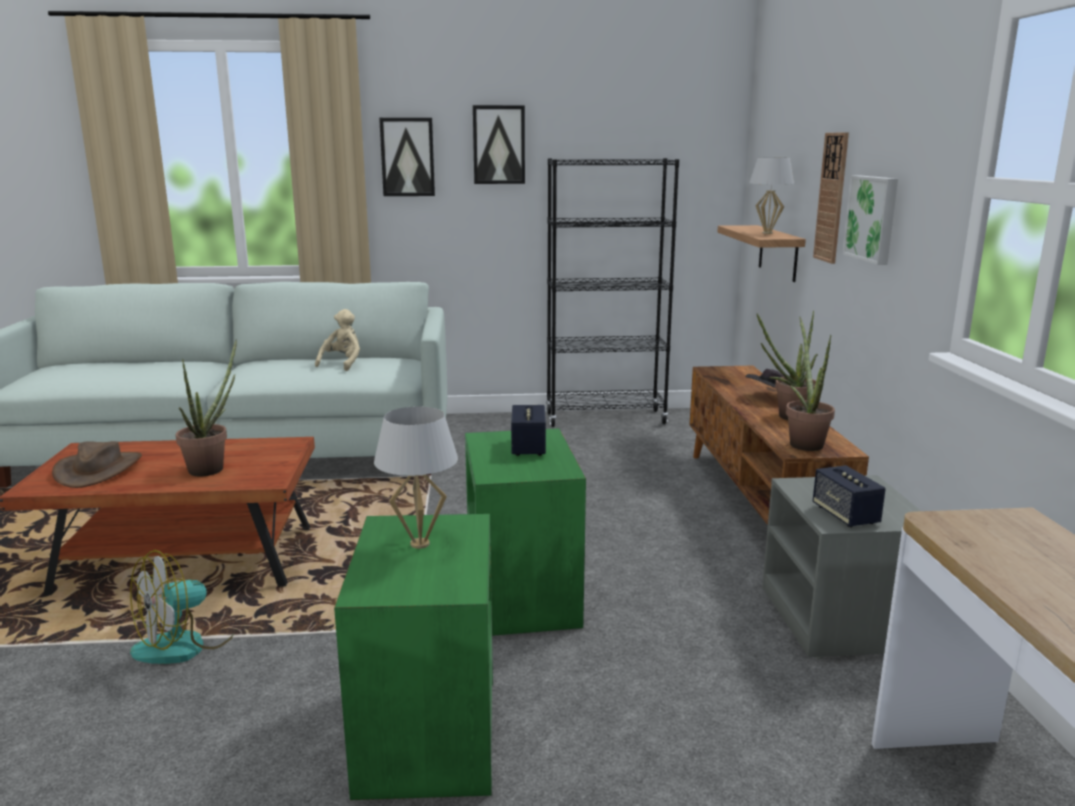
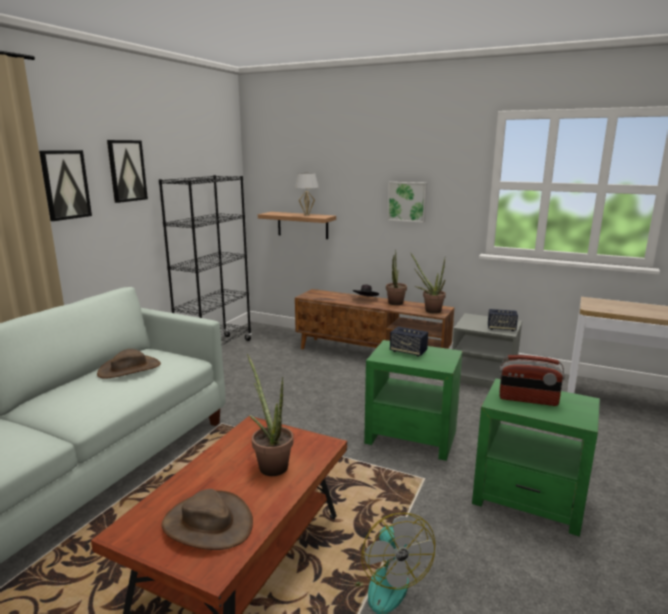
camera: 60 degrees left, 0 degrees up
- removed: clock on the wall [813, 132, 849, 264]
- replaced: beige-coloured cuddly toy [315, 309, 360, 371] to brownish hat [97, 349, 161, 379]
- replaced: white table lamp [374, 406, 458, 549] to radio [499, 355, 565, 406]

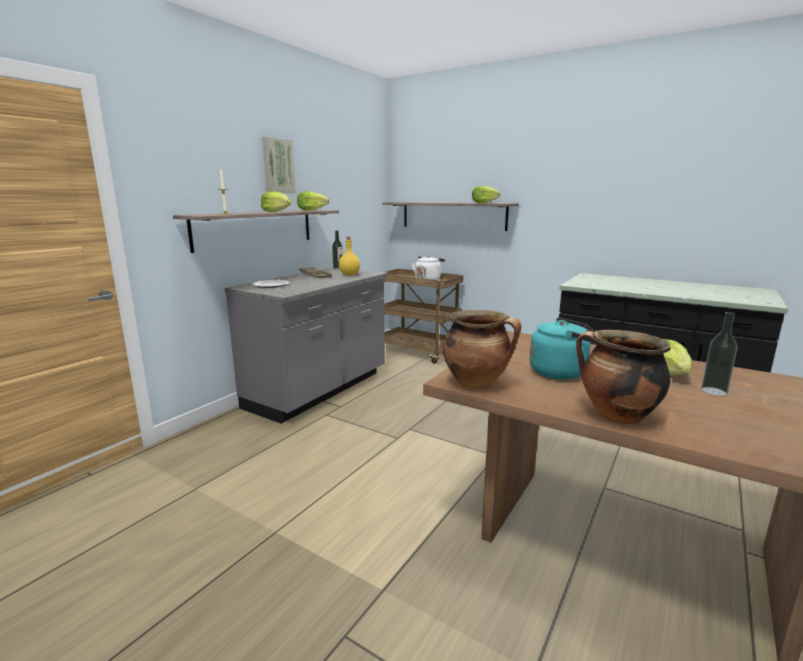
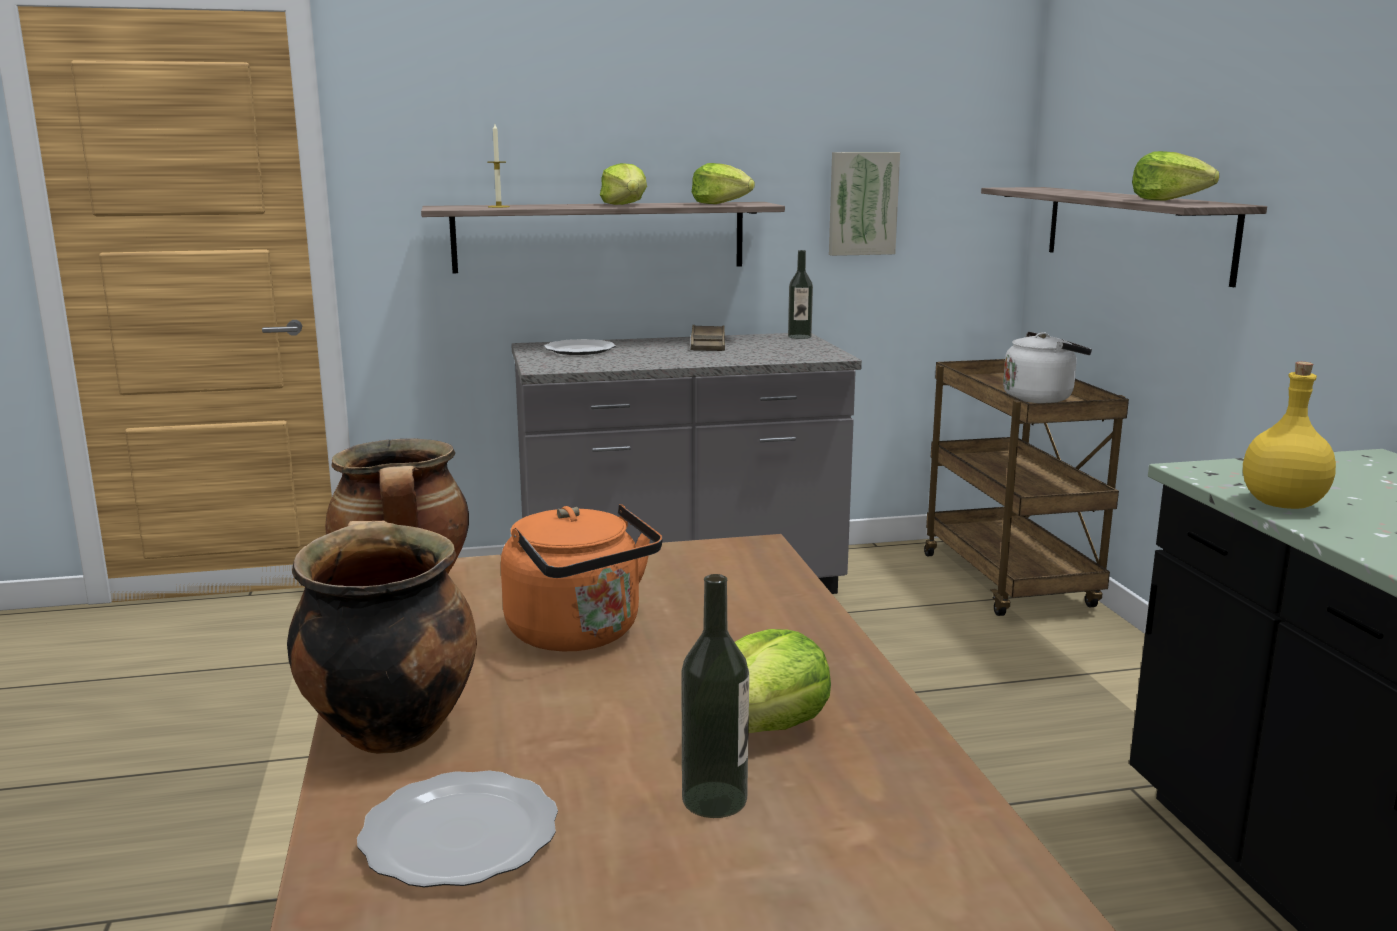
camera: 45 degrees right, 0 degrees up
- moved: picture [262, 137, 296, 193] to [829, 152, 900, 256]
- moved: yellow beverage bottle [339, 237, 360, 275] to [1243, 362, 1336, 509]
- recoloured: turquoise-coloured kettle [529, 317, 596, 380] to orangey kettle [501, 504, 663, 651]
- added: dinner plate [357, 771, 558, 887]

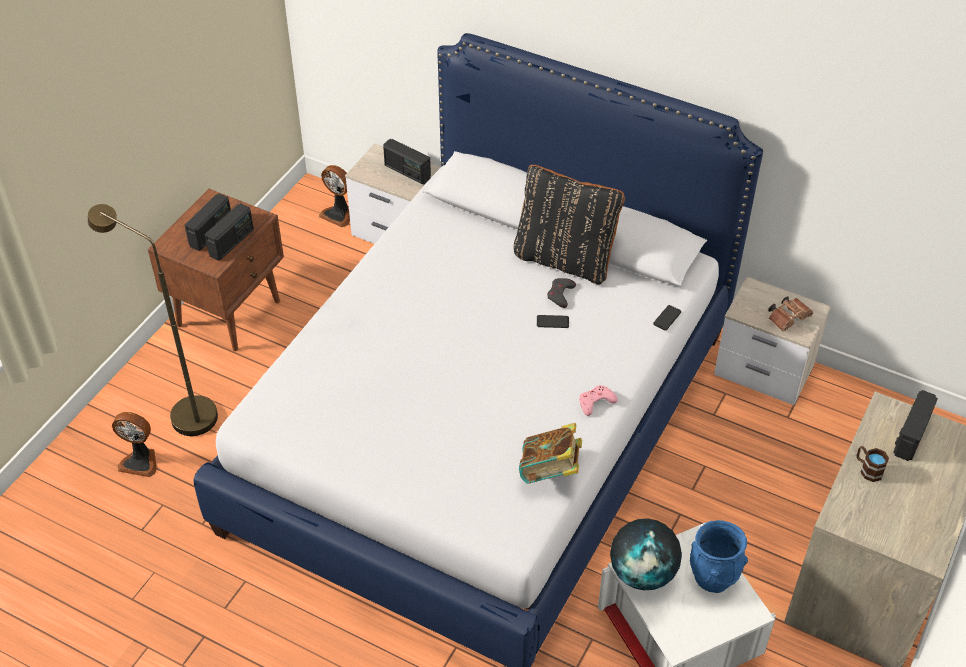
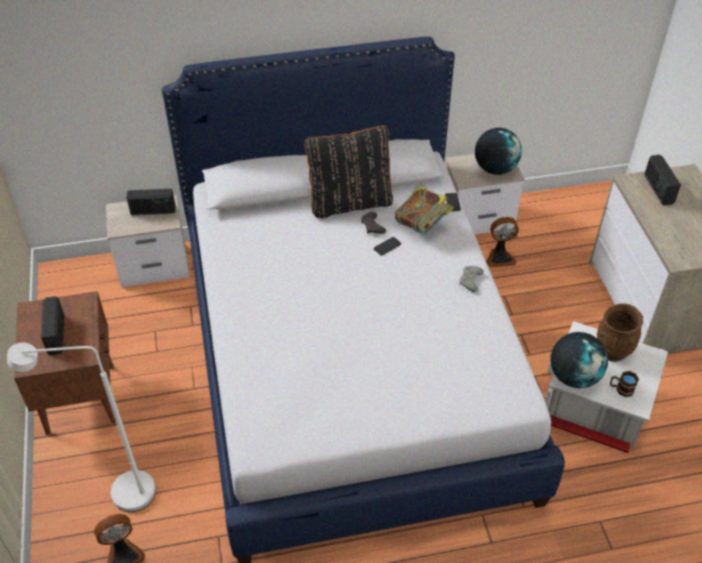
camera: 40 degrees left, 0 degrees up
- moved: electric fan [319, 165, 350, 227] to [487, 217, 519, 267]
- removed: radio [205, 203, 254, 261]
- recoloured: brownish standing lamp [88, 204, 218, 436] to white standing lamp [7, 343, 156, 512]
- replaced: brownish binoculars [768, 296, 813, 331] to desk globe [475, 128, 522, 175]
- recoloured: pink joypad [579, 385, 618, 416] to greyish joypad [460, 266, 484, 292]
- moved: book [519, 423, 582, 484] to [394, 185, 454, 234]
- moved: brownish tea mug [857, 446, 889, 482] to [610, 371, 639, 397]
- recoloured: bluish vase [690, 520, 748, 593] to brownish vase [597, 303, 643, 362]

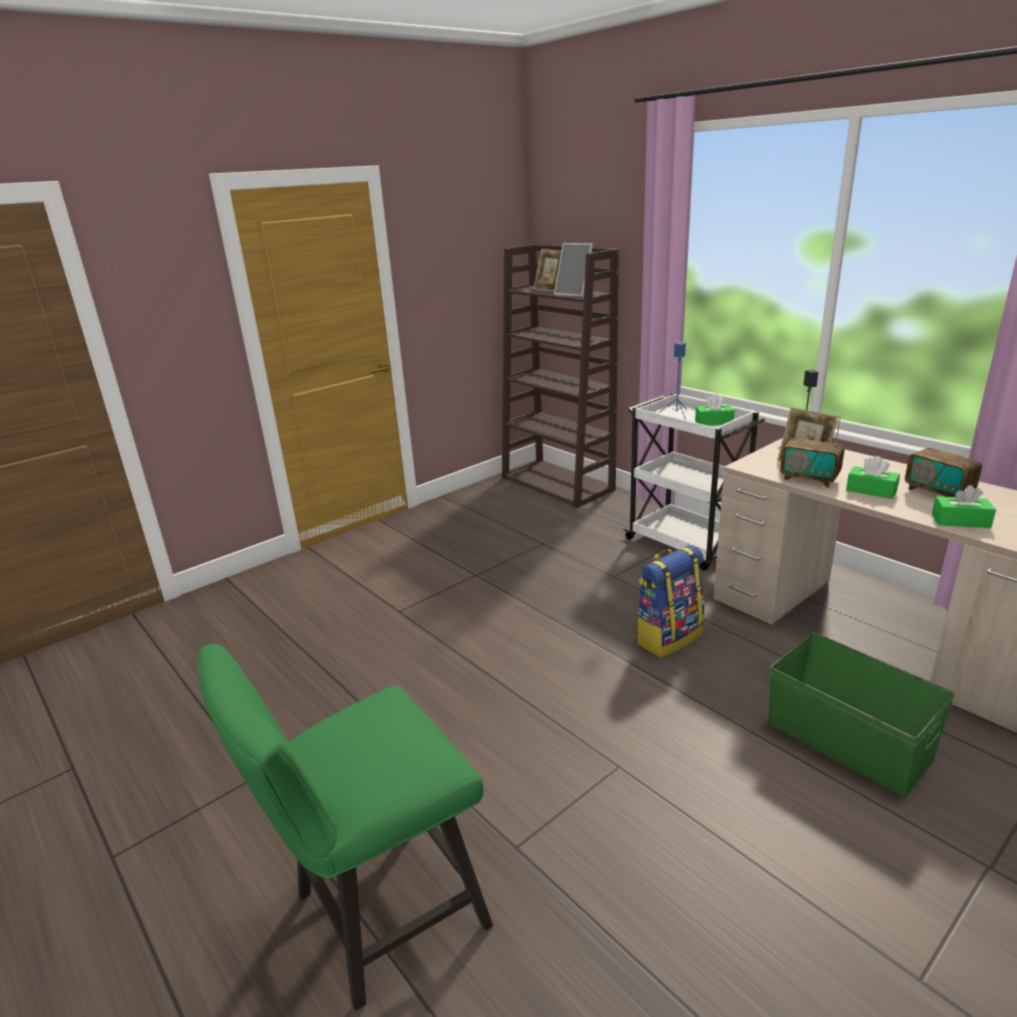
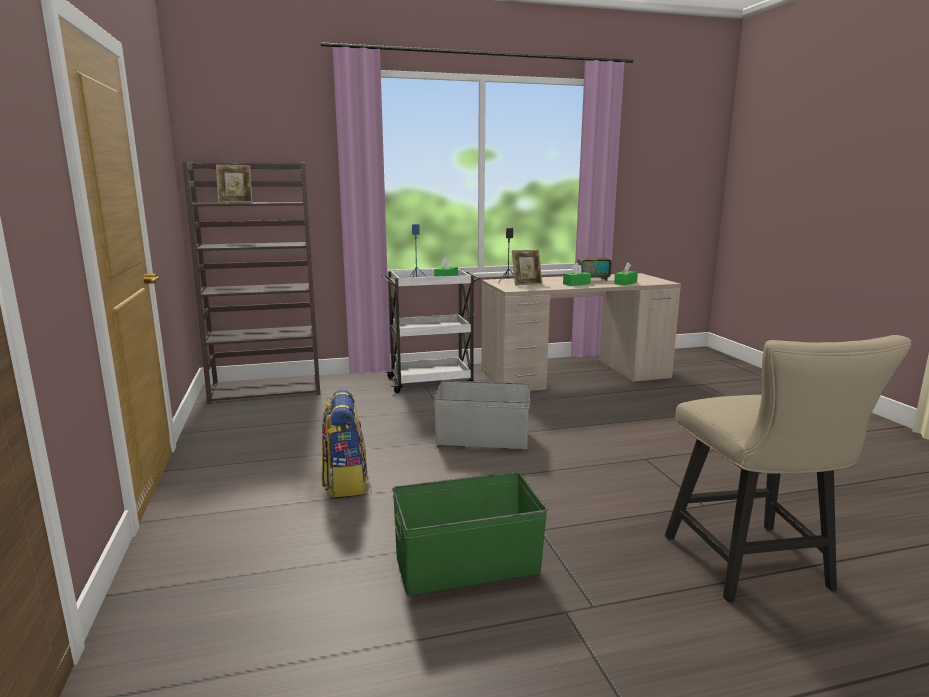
camera: 65 degrees left, 10 degrees down
- removed: picture frame [554, 243, 593, 297]
- removed: radio [780, 416, 844, 488]
- moved: knapsack [635, 545, 704, 658] to [322, 390, 367, 497]
- moved: green storage bin [769, 632, 955, 797] to [392, 471, 548, 596]
- recoloured: green plain chair [198, 644, 493, 1011] to beige-coloured plain chair [665, 335, 911, 603]
- added: greyish storage bin [433, 380, 530, 449]

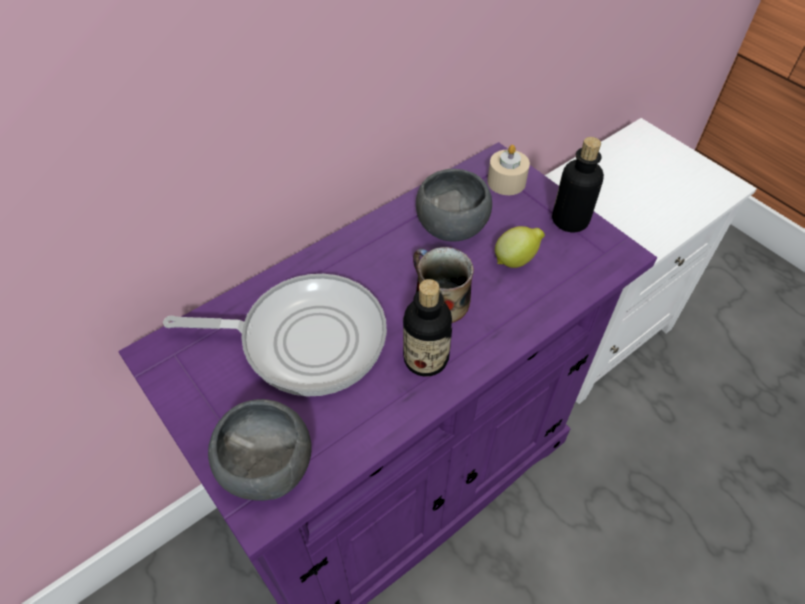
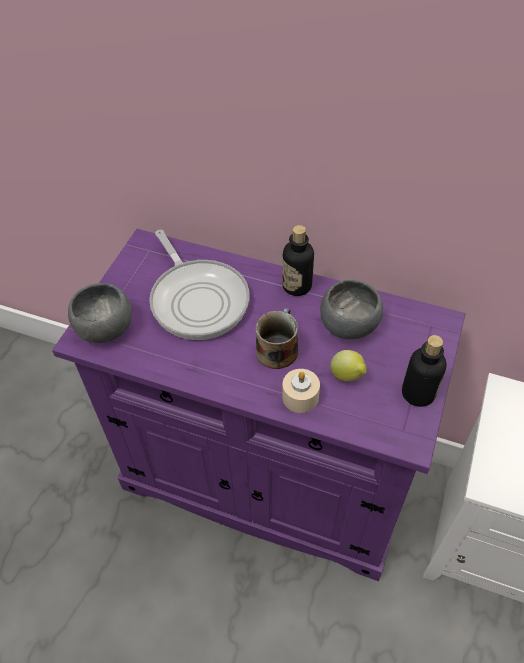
camera: 60 degrees right, 0 degrees up
- moved: beige-coloured wax light [487, 145, 530, 195] to [282, 369, 320, 413]
- moved: beverage bottle [403, 279, 452, 377] to [282, 225, 314, 296]

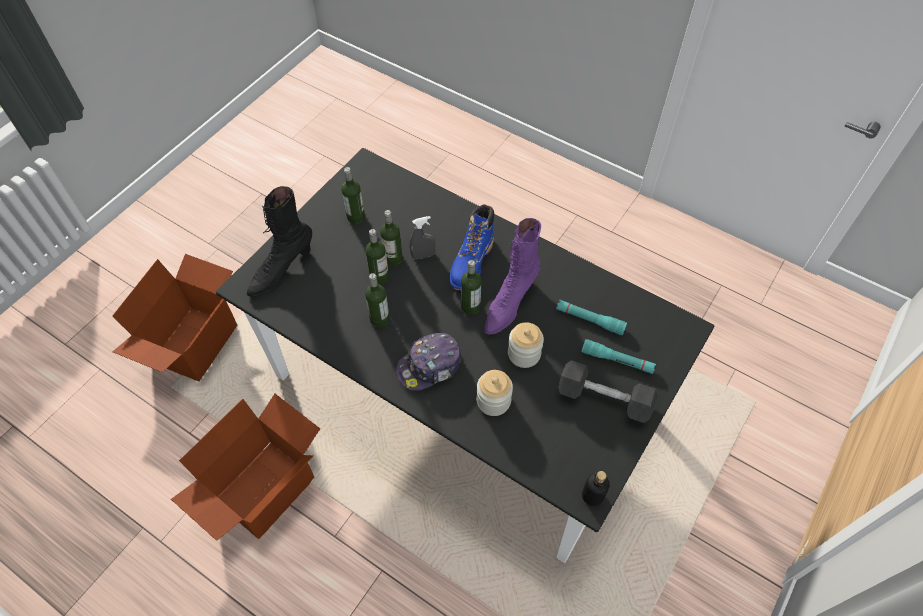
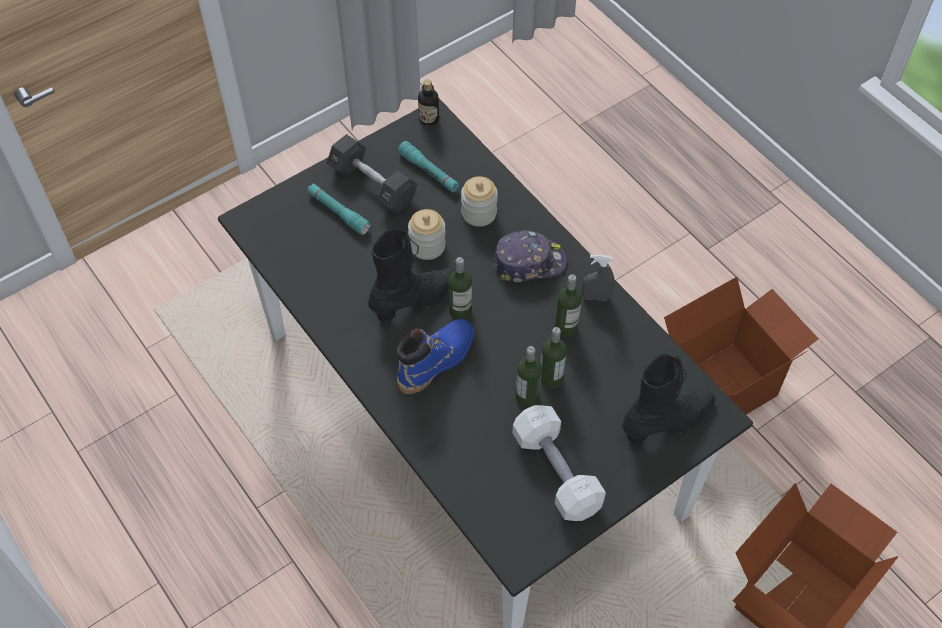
camera: 160 degrees left, 0 degrees up
- replaced: beverage bottle [341, 167, 365, 224] to white free weight [512, 405, 606, 521]
- moved: greyish hand sprayer [410, 216, 435, 260] to [582, 255, 615, 301]
- recoloured: purple-coloured tall boot [484, 218, 541, 334] to black tall boot [368, 228, 456, 322]
- moved: turquoise-coloured flashlight [556, 300, 627, 336] to [398, 141, 459, 192]

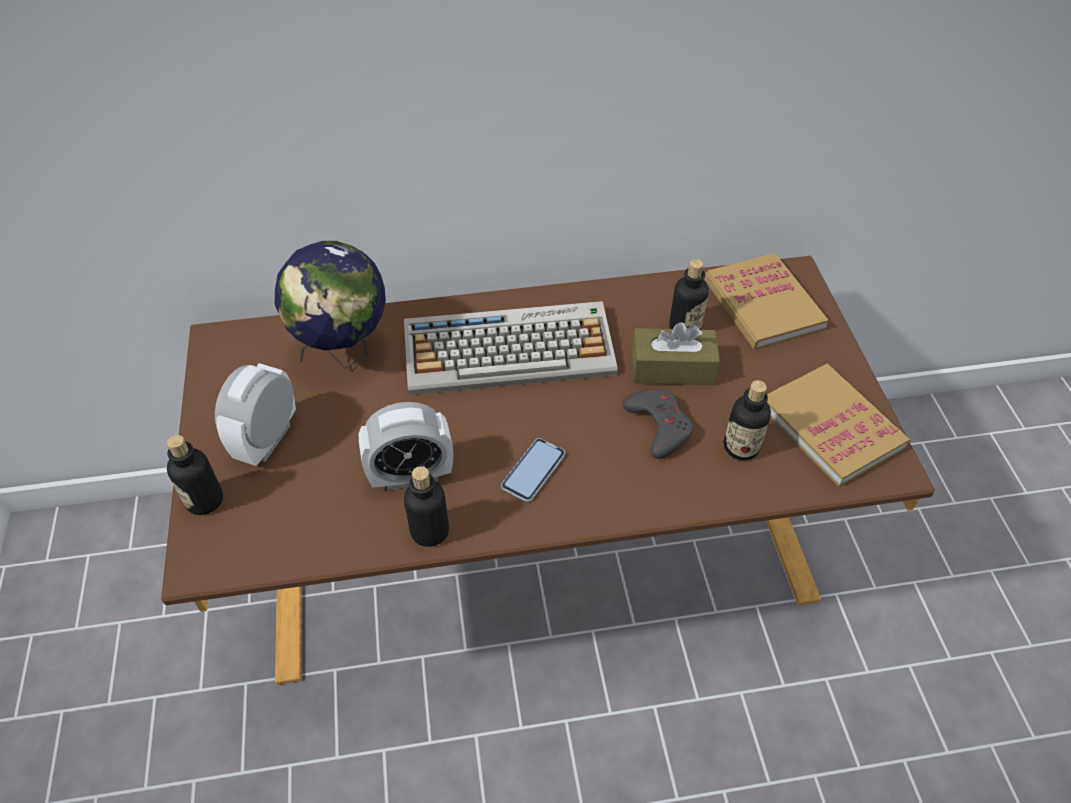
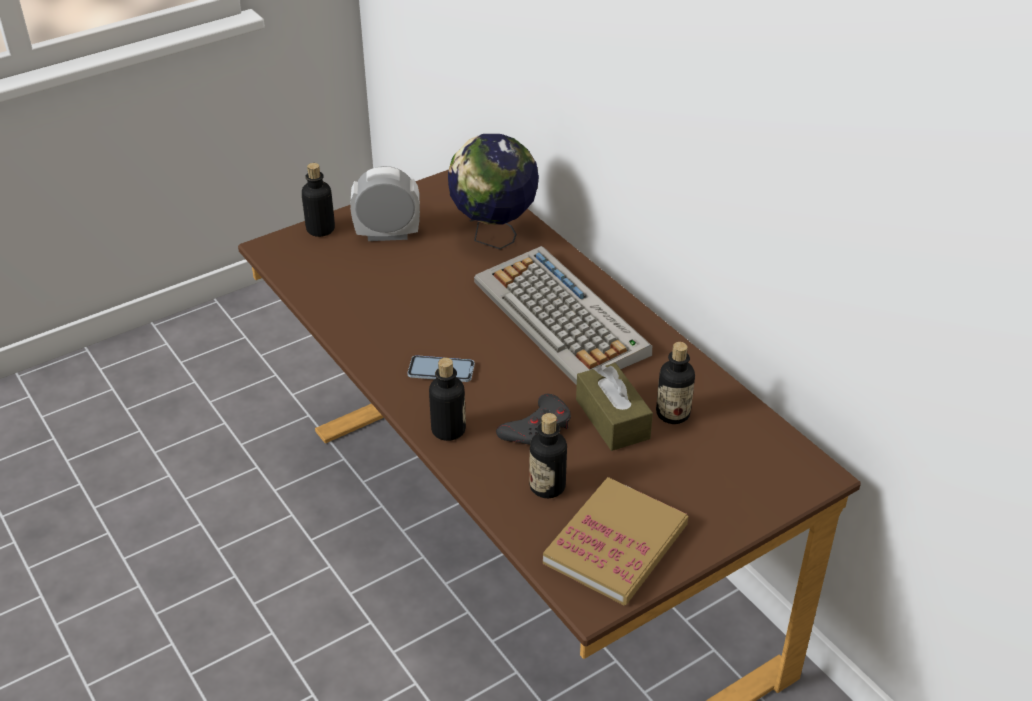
camera: 65 degrees right, 10 degrees down
- removed: book [704, 253, 829, 350]
- removed: table clock [359, 402, 453, 491]
- moved: beverage bottle [404, 466, 449, 547] to [429, 358, 466, 441]

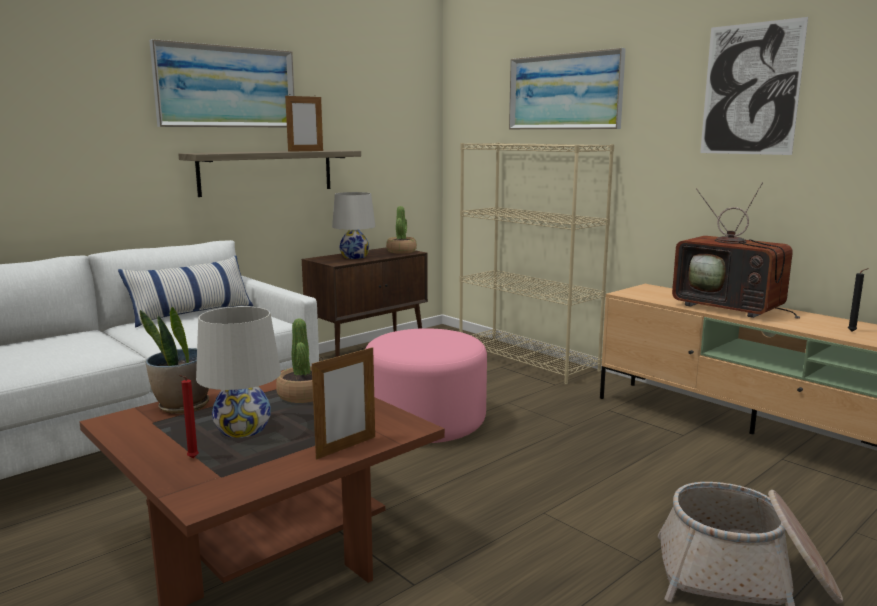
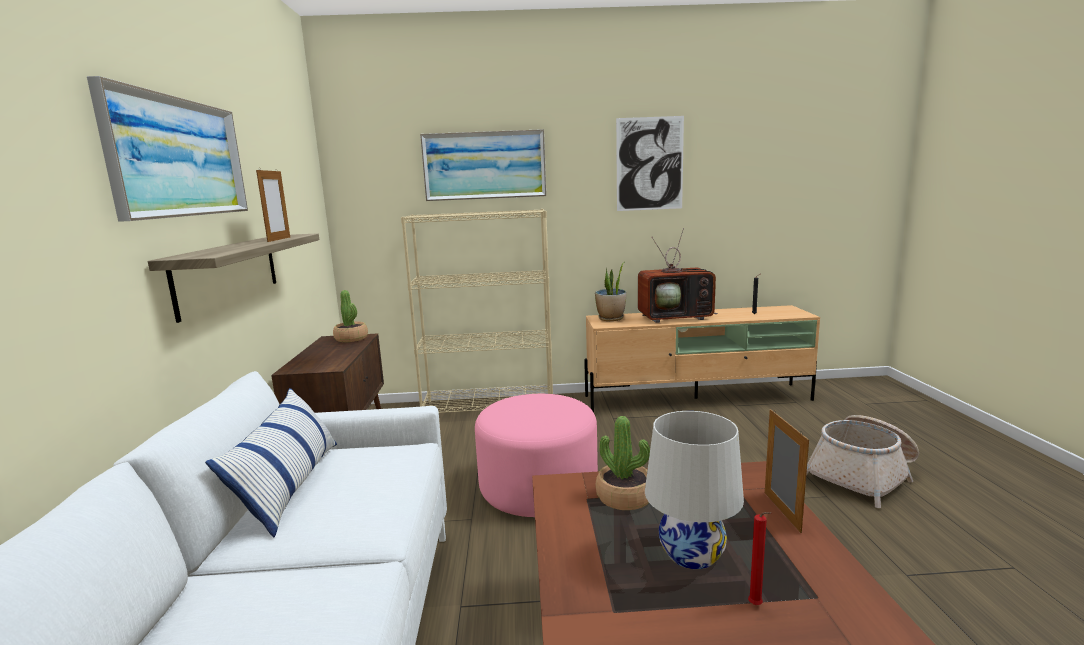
camera: 50 degrees left, 0 degrees up
- removed: white table lamp [332, 192, 376, 259]
- moved: plant in a pot [140, 307, 209, 414] to [595, 262, 626, 321]

